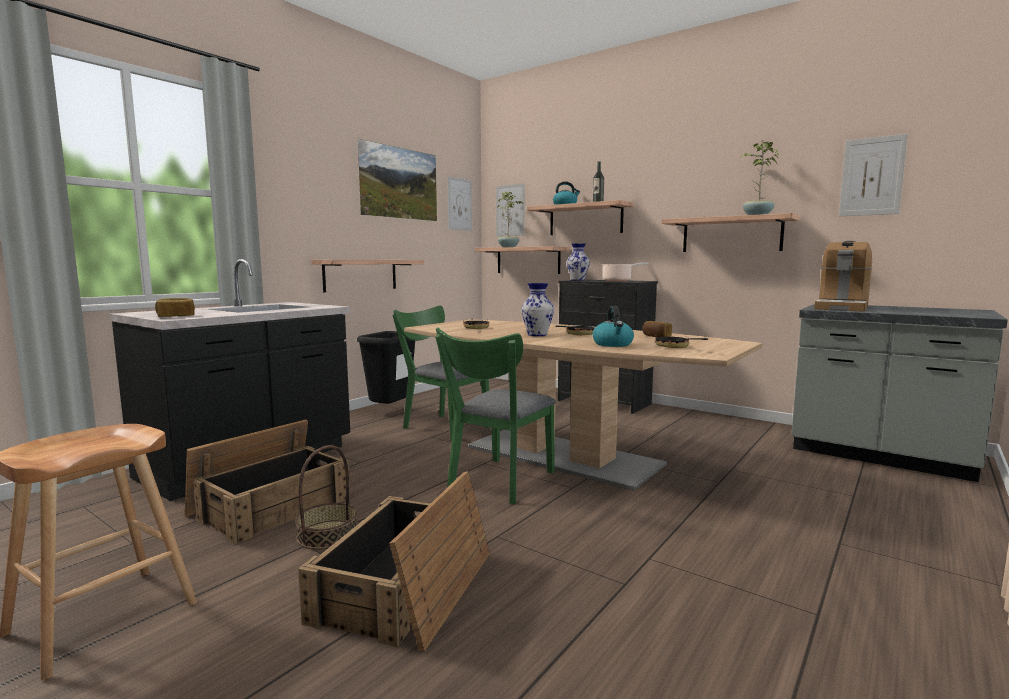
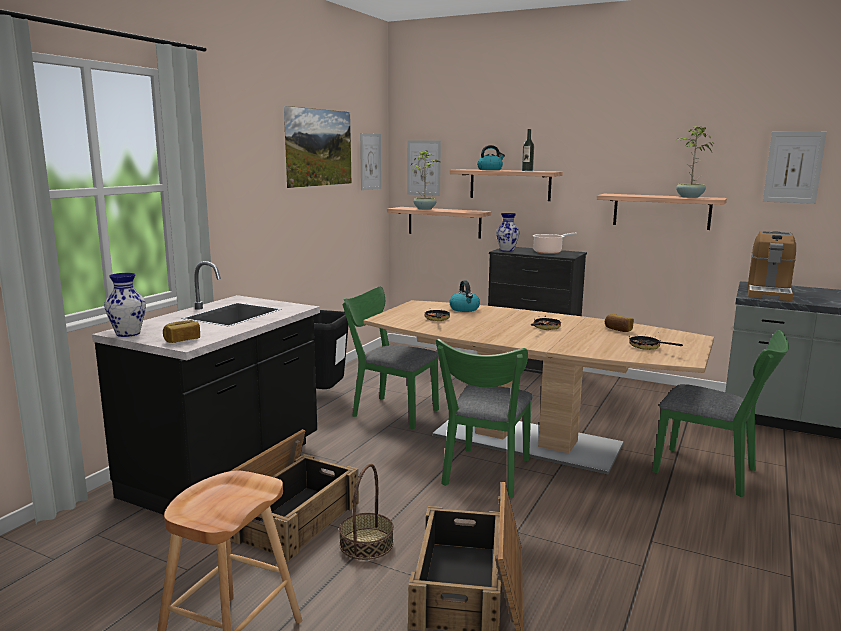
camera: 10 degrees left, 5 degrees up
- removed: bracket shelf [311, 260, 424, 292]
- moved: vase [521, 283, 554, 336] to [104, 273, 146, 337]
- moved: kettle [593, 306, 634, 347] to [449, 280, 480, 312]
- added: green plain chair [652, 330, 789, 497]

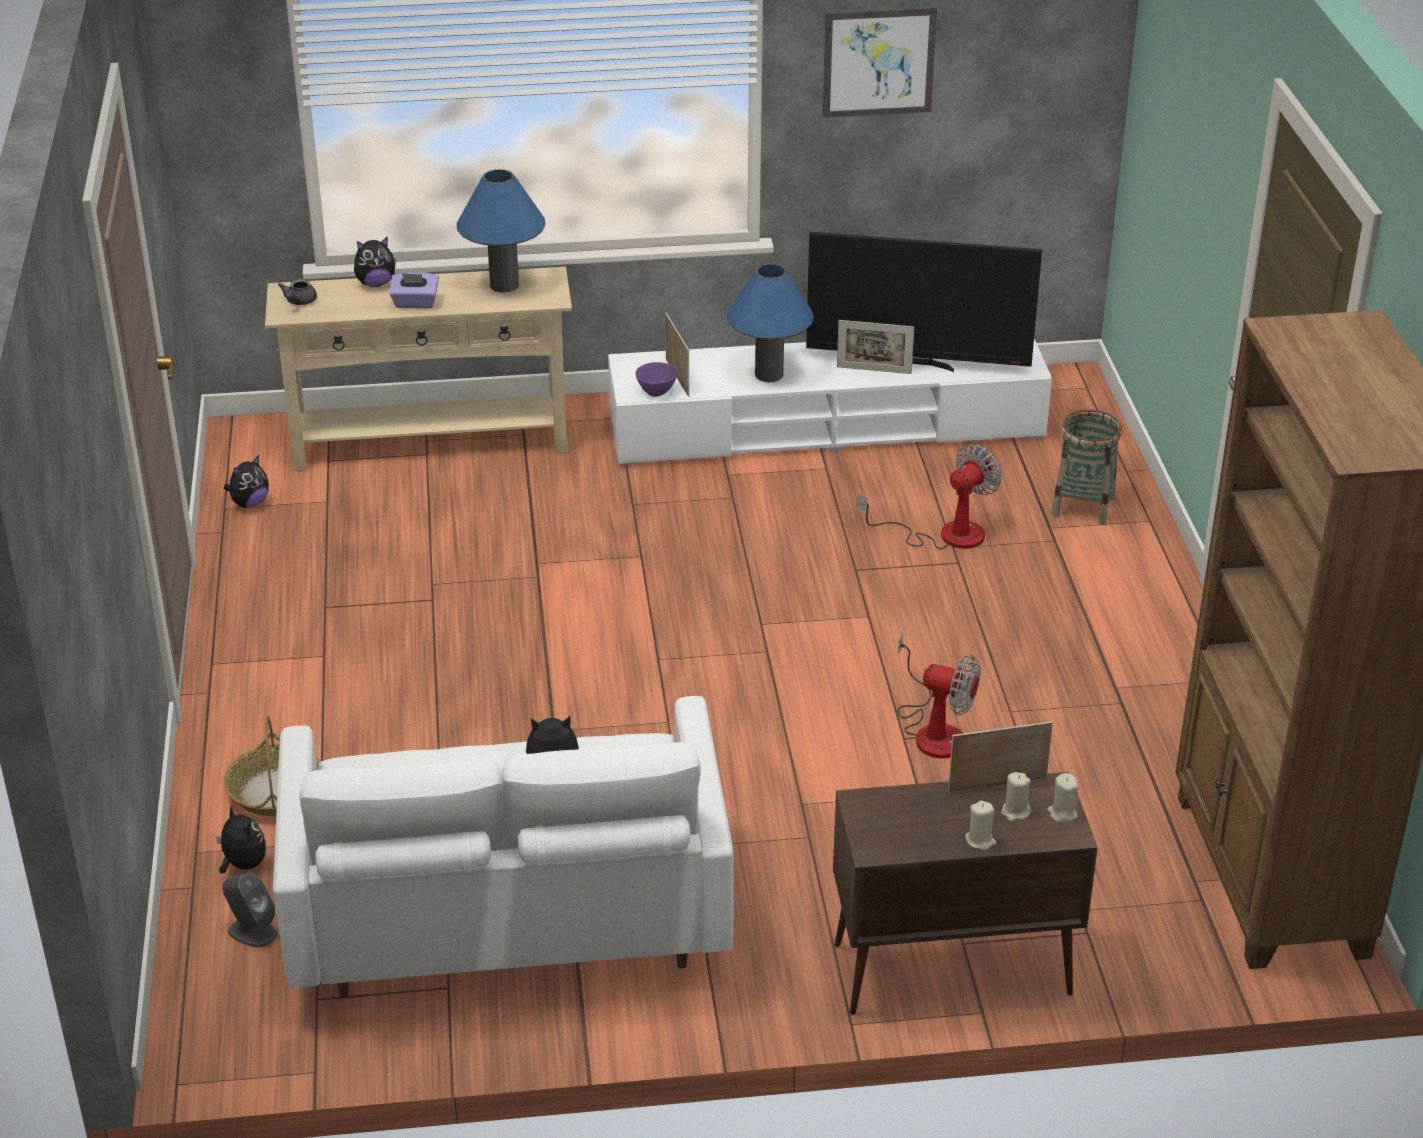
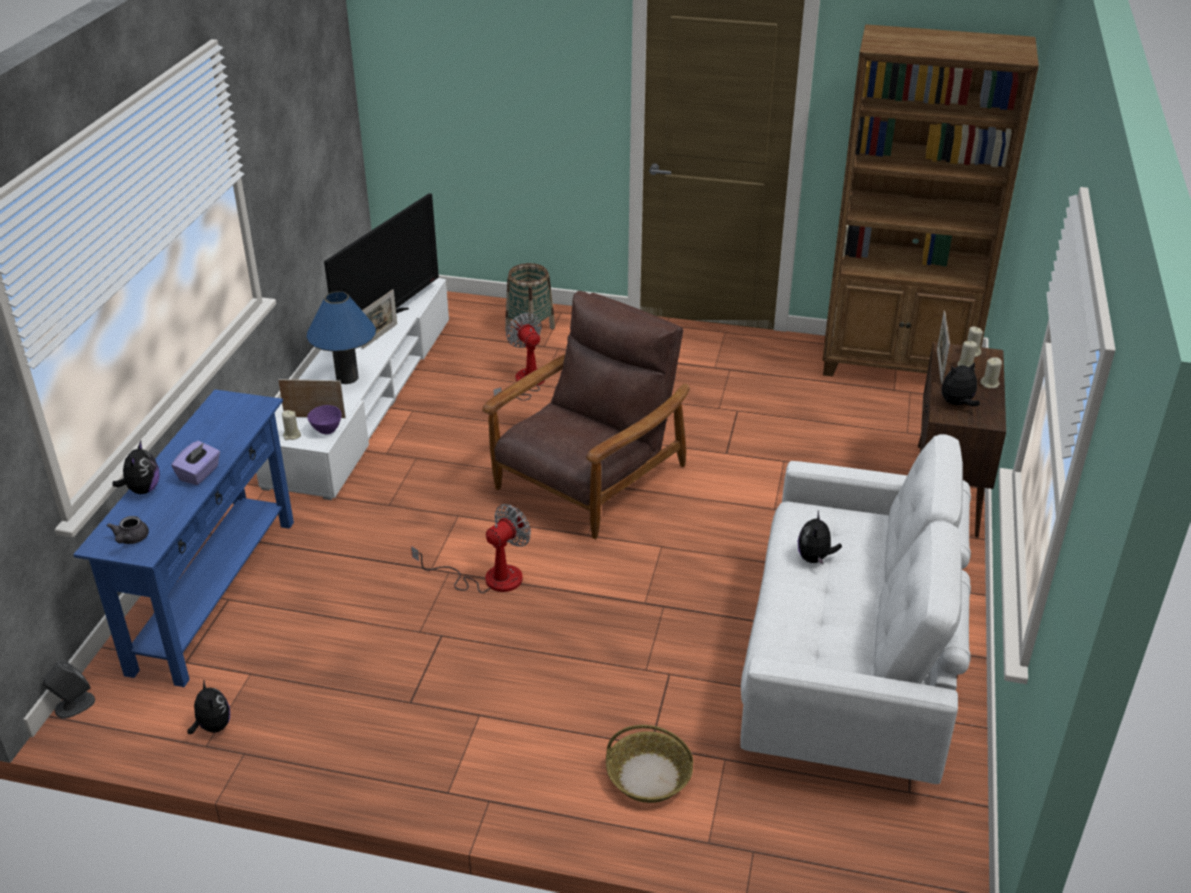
camera: 70 degrees left, 0 degrees up
- removed: picture [822, 7, 937, 118]
- removed: bluish table lamp [456, 169, 546, 293]
- recoloured: beige-coloured hall table [265, 267, 572, 471] to bluish hall table [73, 389, 294, 687]
- turned: greyish tea pot [278, 279, 317, 305] = [107, 516, 149, 544] 60 degrees clockwise
- moved: electric fan [897, 633, 981, 758] to [411, 504, 531, 593]
- moved: cuddly toy [216, 806, 266, 873] to [942, 362, 980, 406]
- moved: greyish loudspeaker [222, 873, 277, 947] to [43, 660, 95, 719]
- added: brownish armchair [482, 291, 690, 539]
- added: beige-coloured wax light [282, 410, 301, 440]

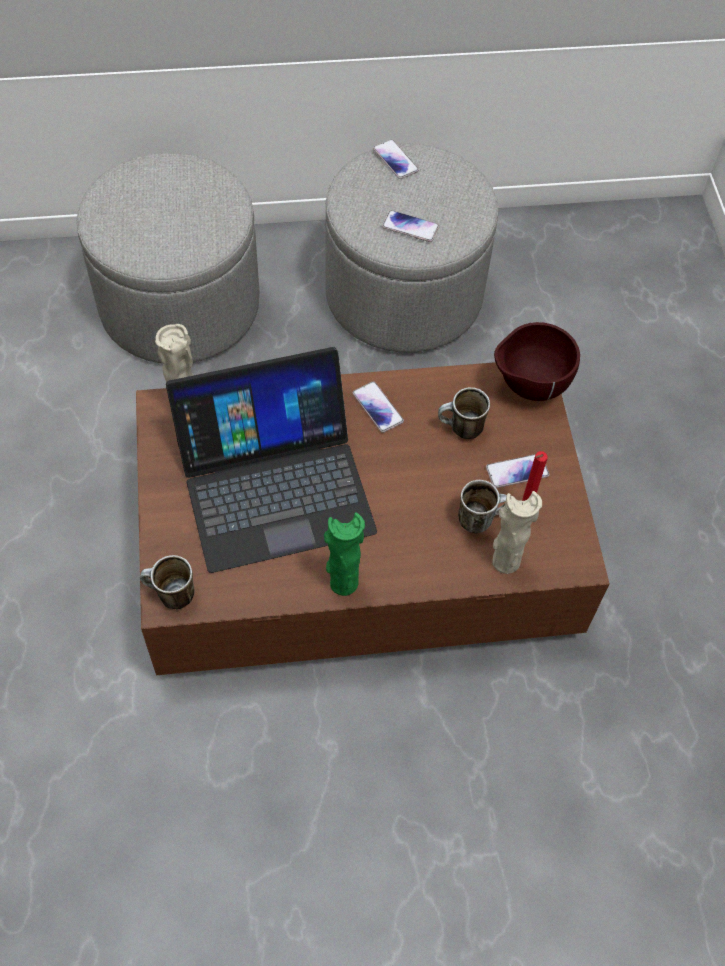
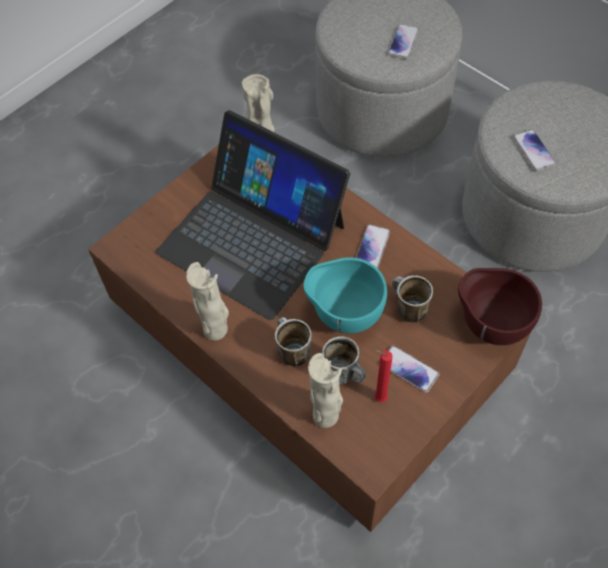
camera: 55 degrees right, 0 degrees up
- moved: telephone [373, 139, 419, 179] to [388, 24, 419, 59]
- recoloured: green vase [324, 513, 365, 596] to beige-coloured vase [186, 262, 229, 341]
- moved: tea mug [140, 555, 195, 609] to [275, 317, 312, 366]
- added: turquoise-coloured serving bowl [303, 257, 387, 334]

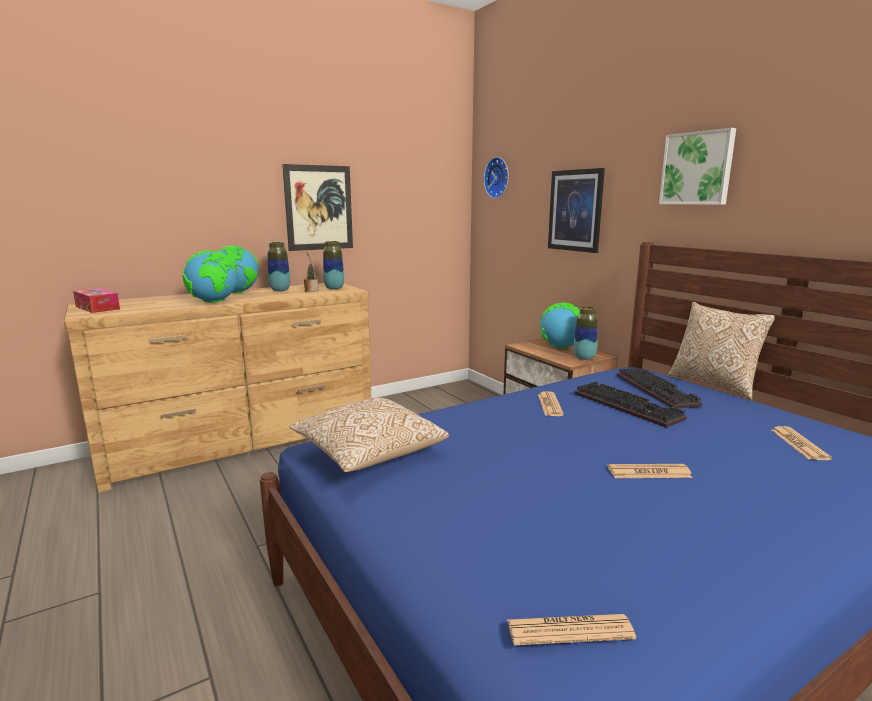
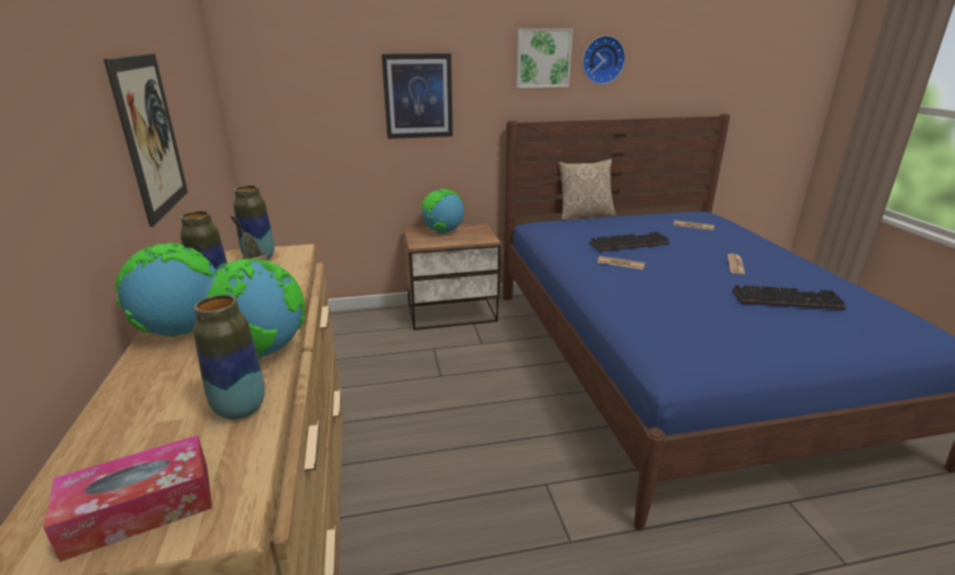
camera: 70 degrees left, 10 degrees up
- moved: clock on the wall [484, 157, 509, 199] to [583, 35, 625, 85]
- moved: vase [573, 307, 598, 360] to [193, 295, 265, 420]
- moved: computer keyboard [617, 368, 702, 409] to [732, 285, 846, 310]
- removed: pillow [290, 398, 449, 472]
- removed: daily paper [507, 614, 636, 645]

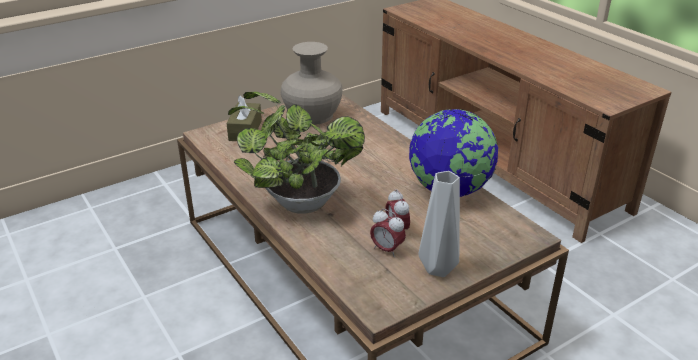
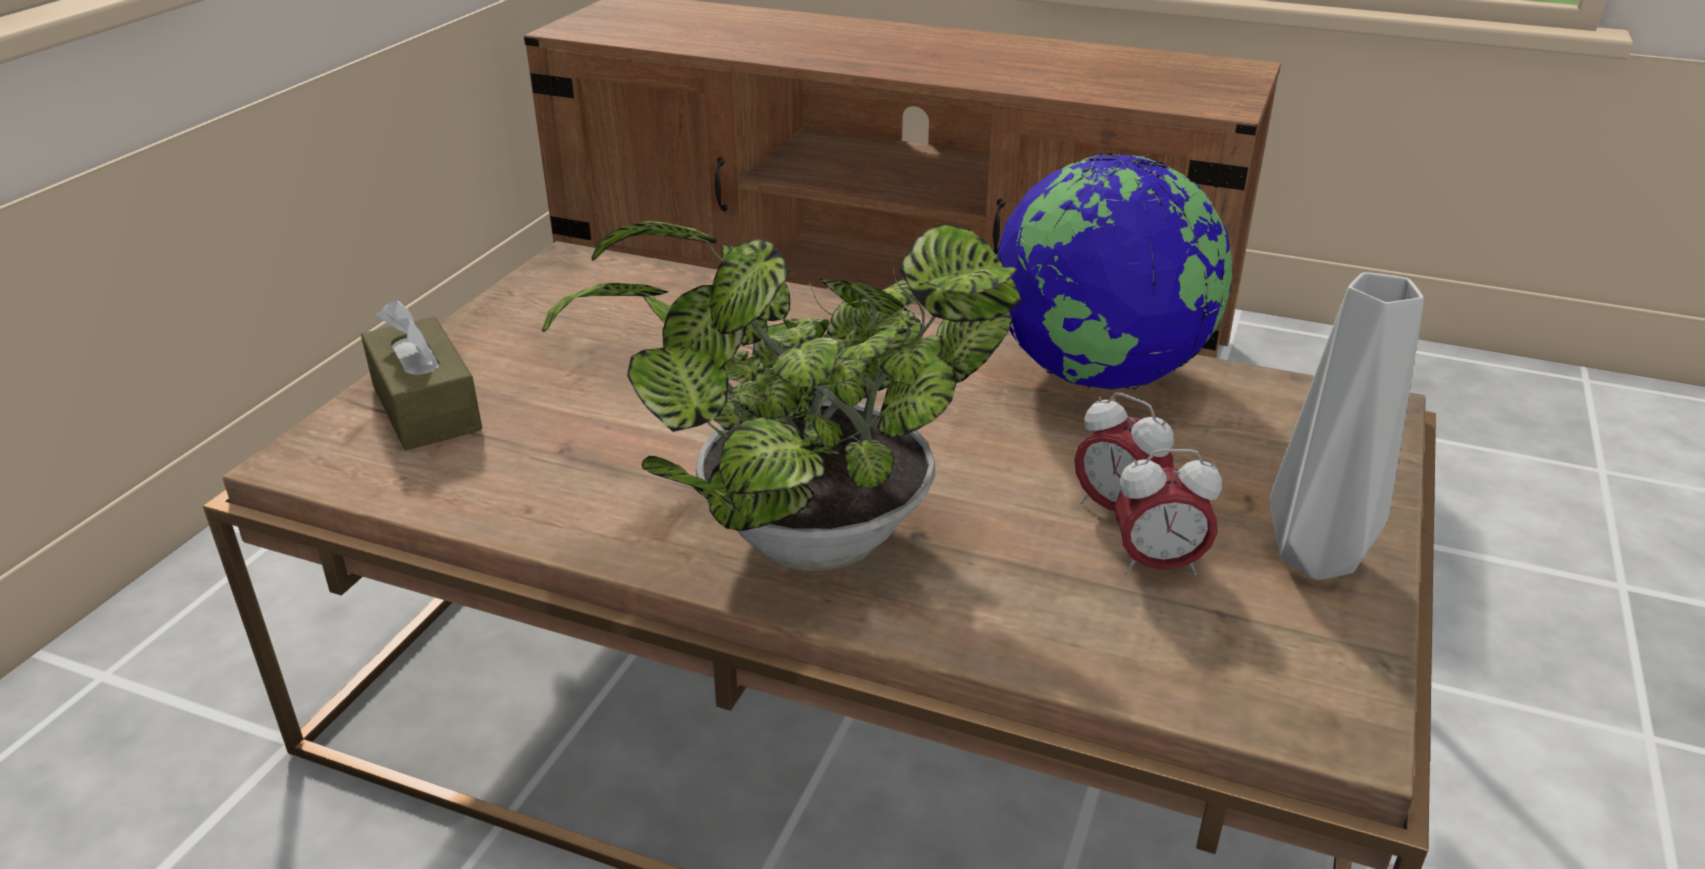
camera: 35 degrees left, 0 degrees up
- removed: beige-coloured vase [281, 42, 343, 125]

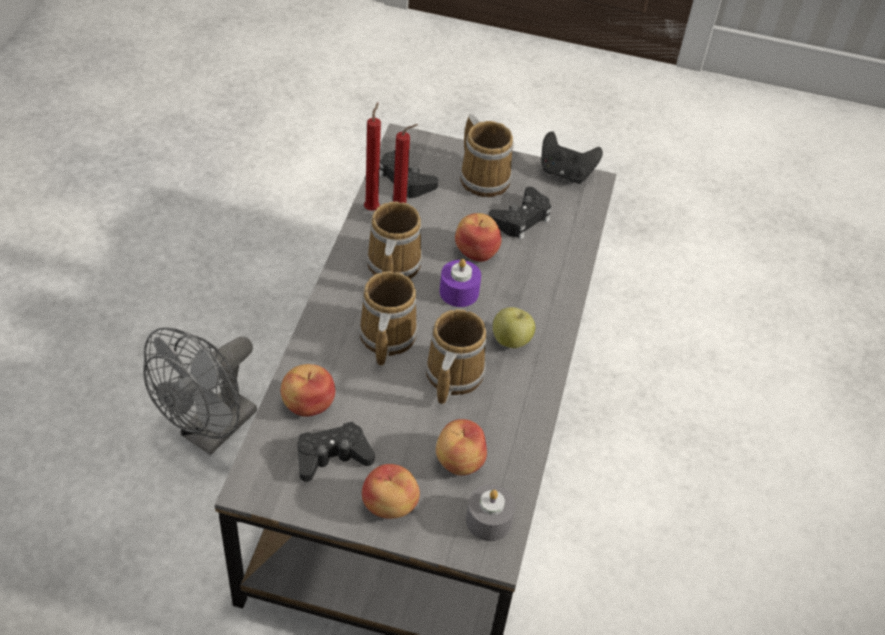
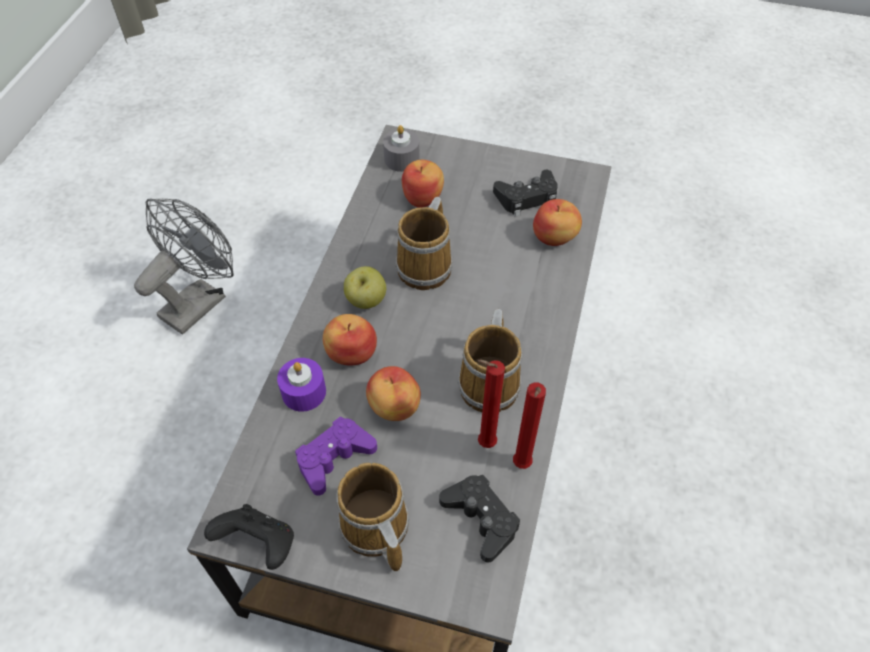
camera: 175 degrees left, 5 degrees up
- recoloured: black joypad [488, 187, 552, 240] to purple-coloured joypad [295, 417, 377, 496]
- moved: purple-coloured wax light [440, 259, 481, 307] to [277, 358, 326, 412]
- removed: tea mug [359, 271, 418, 366]
- moved: greyish electric fan [143, 327, 257, 456] to [134, 198, 234, 334]
- moved: apple [362, 464, 420, 519] to [323, 314, 377, 365]

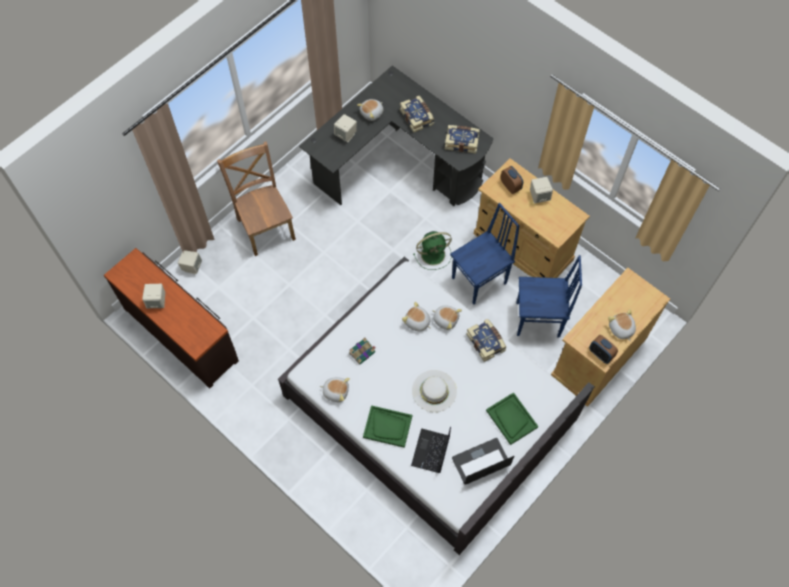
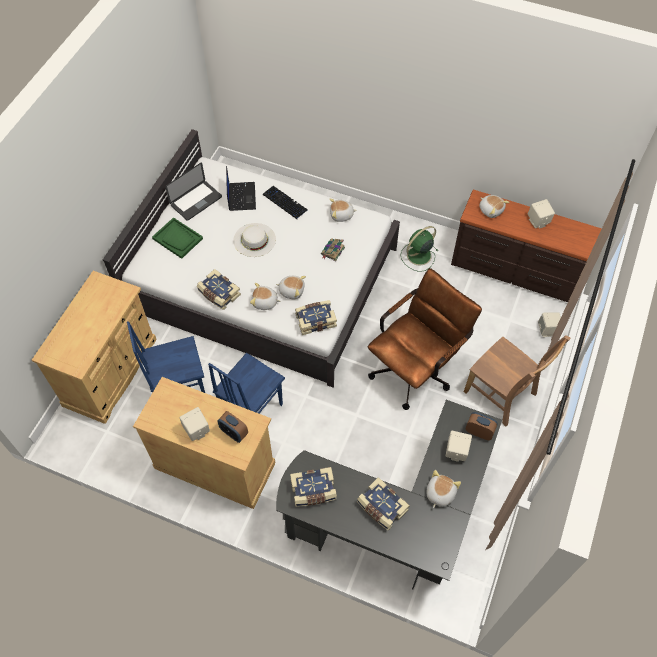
camera: 160 degrees right, 5 degrees down
- moved: green electric fan [413, 231, 452, 270] to [400, 226, 438, 271]
- moved: cuddly toy [608, 309, 636, 341] to [479, 195, 510, 218]
- moved: table clock [589, 335, 618, 364] to [466, 412, 498, 440]
- replaced: green serving tray [363, 405, 412, 448] to computer keyboard [263, 186, 308, 220]
- added: brownish desk chair [368, 268, 482, 410]
- added: book [295, 300, 337, 335]

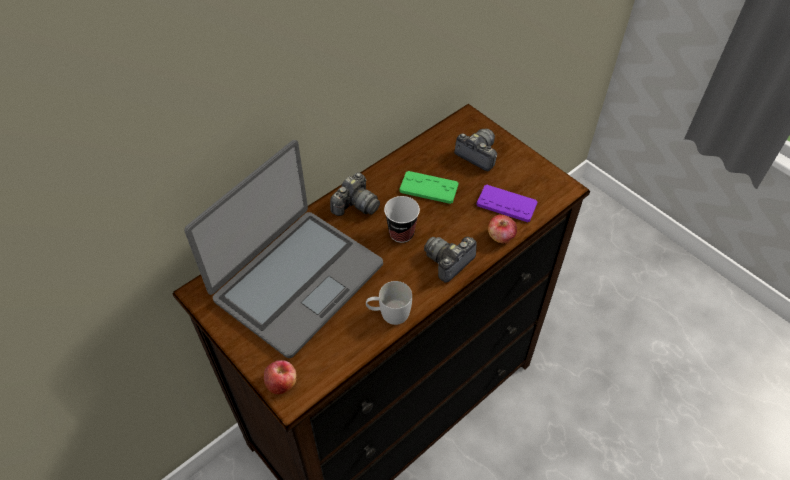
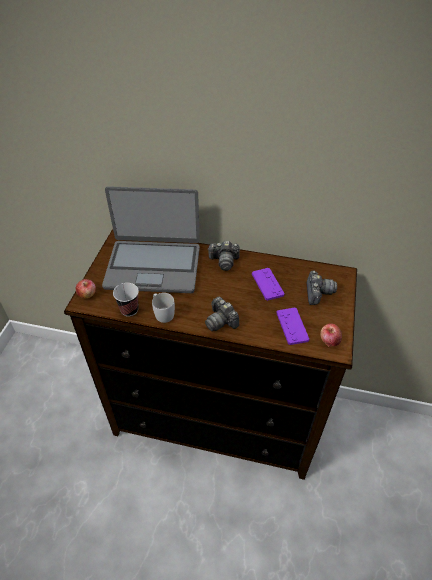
camera: 55 degrees right, 5 degrees down
- recoloured: green joypad [399, 171, 459, 204] to purple-coloured joypad [252, 268, 285, 301]
- moved: drinking cup [384, 196, 420, 243] to [113, 283, 139, 317]
- moved: apple [488, 215, 517, 244] to [320, 324, 342, 347]
- turned: still camera [424, 237, 477, 283] = [205, 297, 239, 331] 135 degrees counterclockwise

